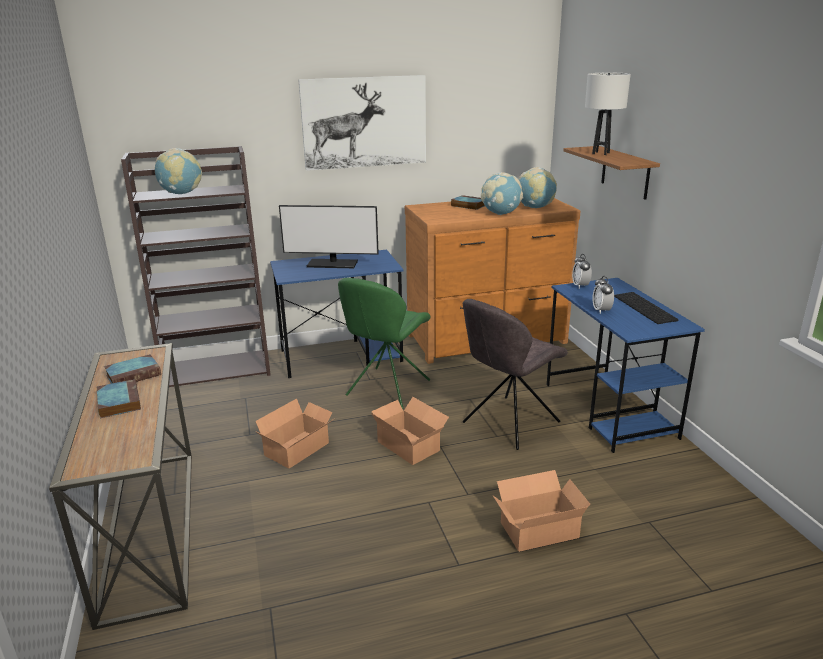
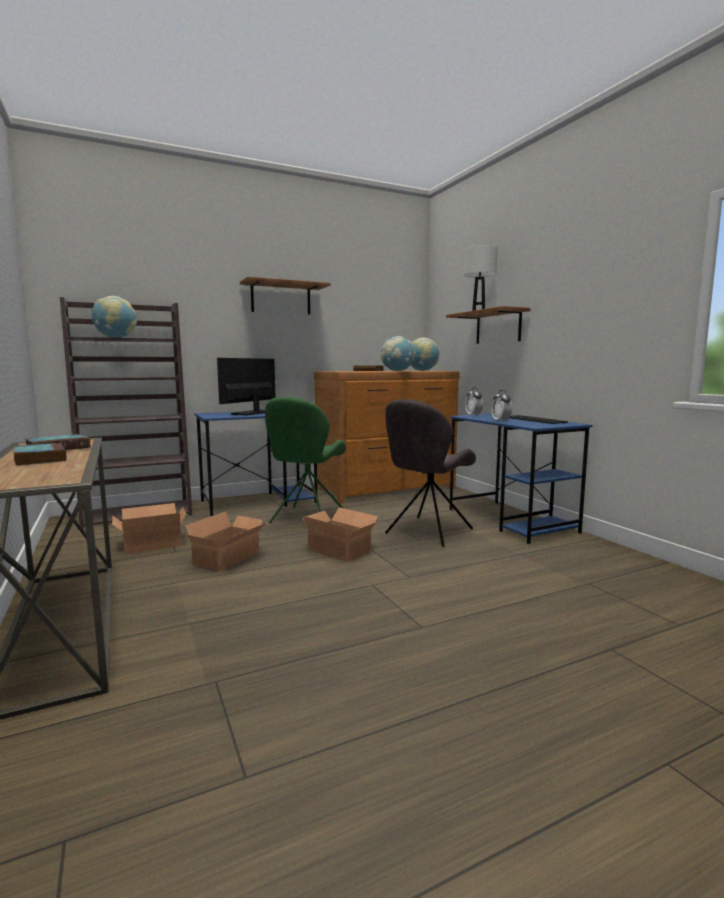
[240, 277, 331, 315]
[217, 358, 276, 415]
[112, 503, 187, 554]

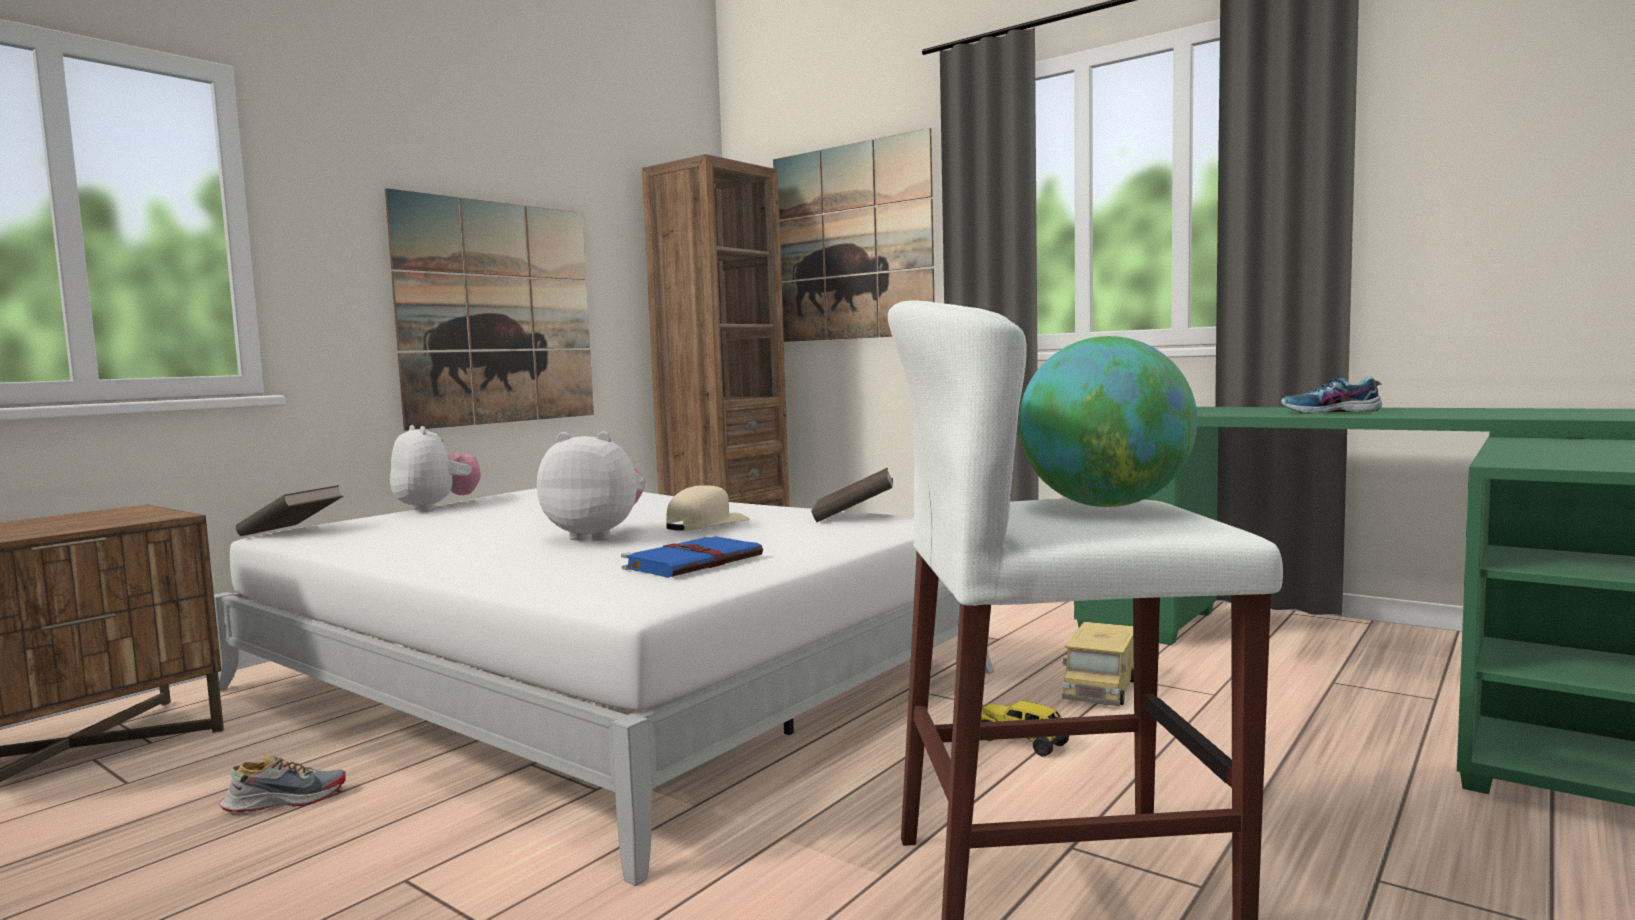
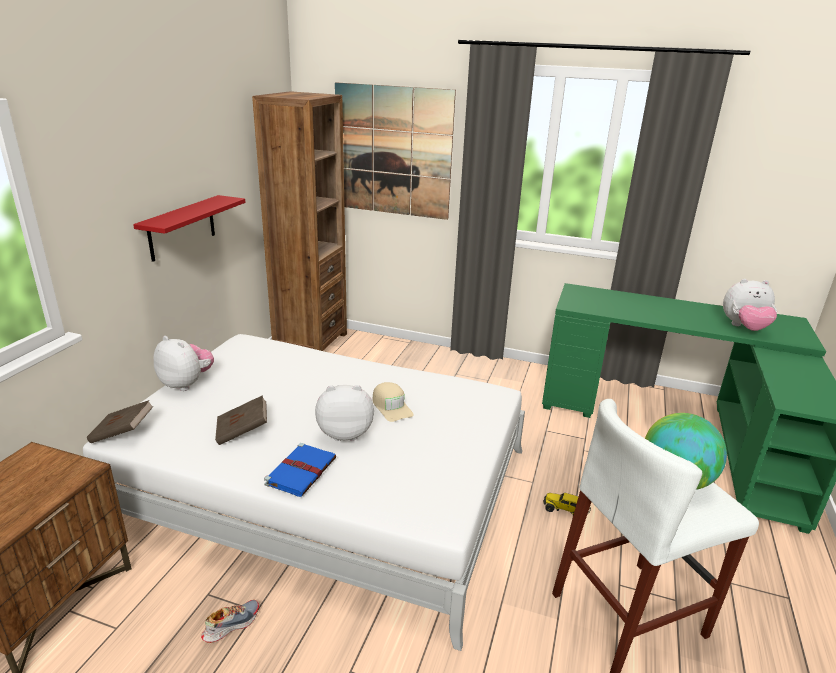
[133, 195, 245, 262]
[1281, 374, 1382, 414] (first image)
[215, 395, 267, 445]
[372, 382, 414, 422]
[264, 443, 336, 497]
[1062, 622, 1134, 706] (first image)
[723, 279, 777, 331]

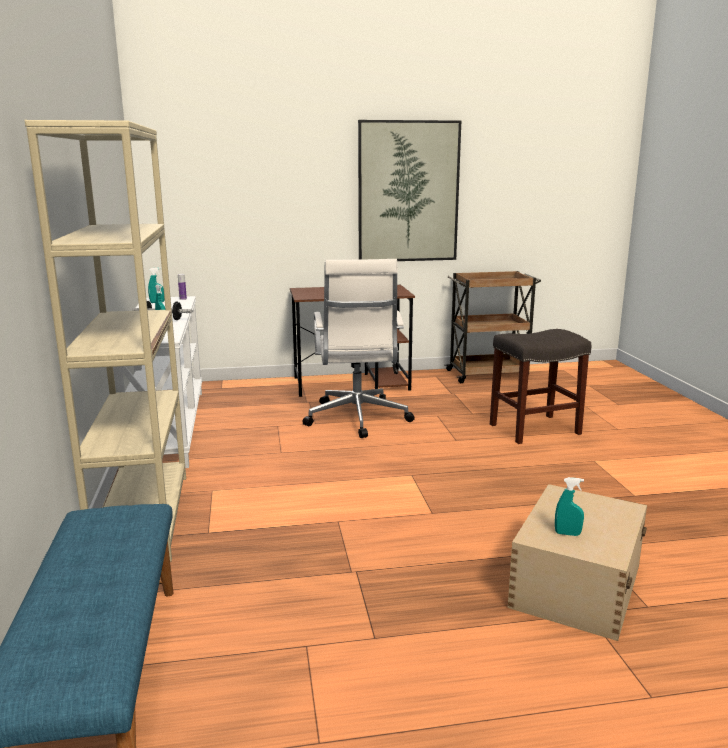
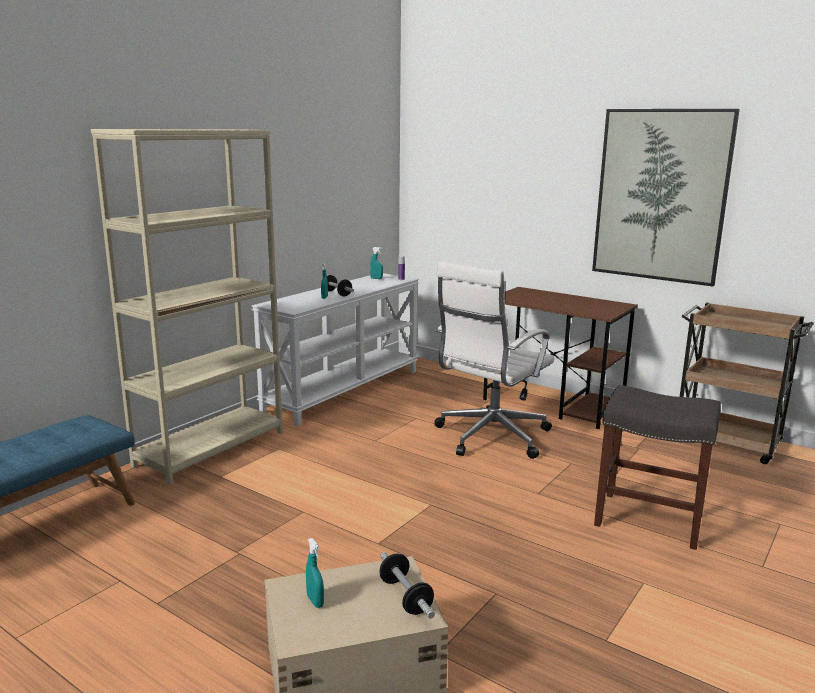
[379, 552, 435, 619]

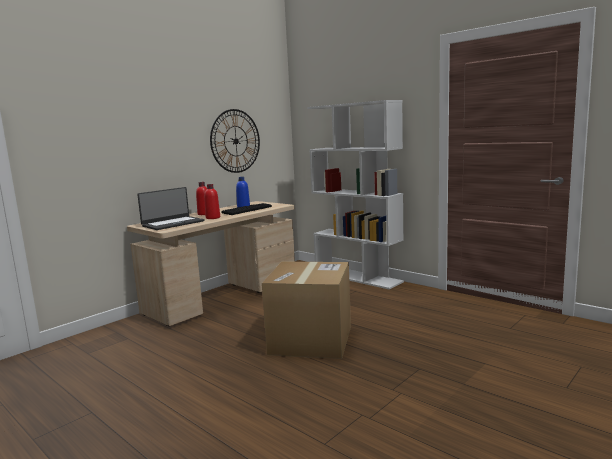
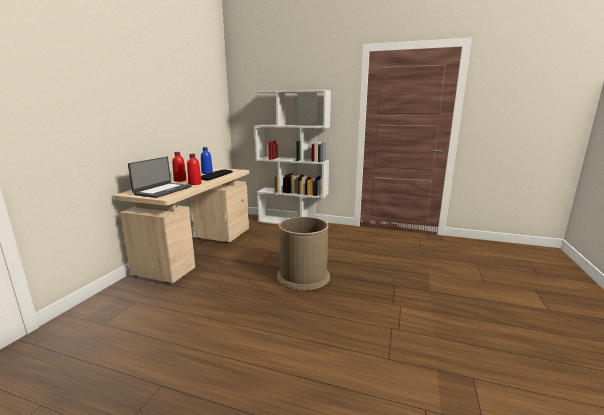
[210, 109, 260, 173] (first image)
[277, 217, 330, 291]

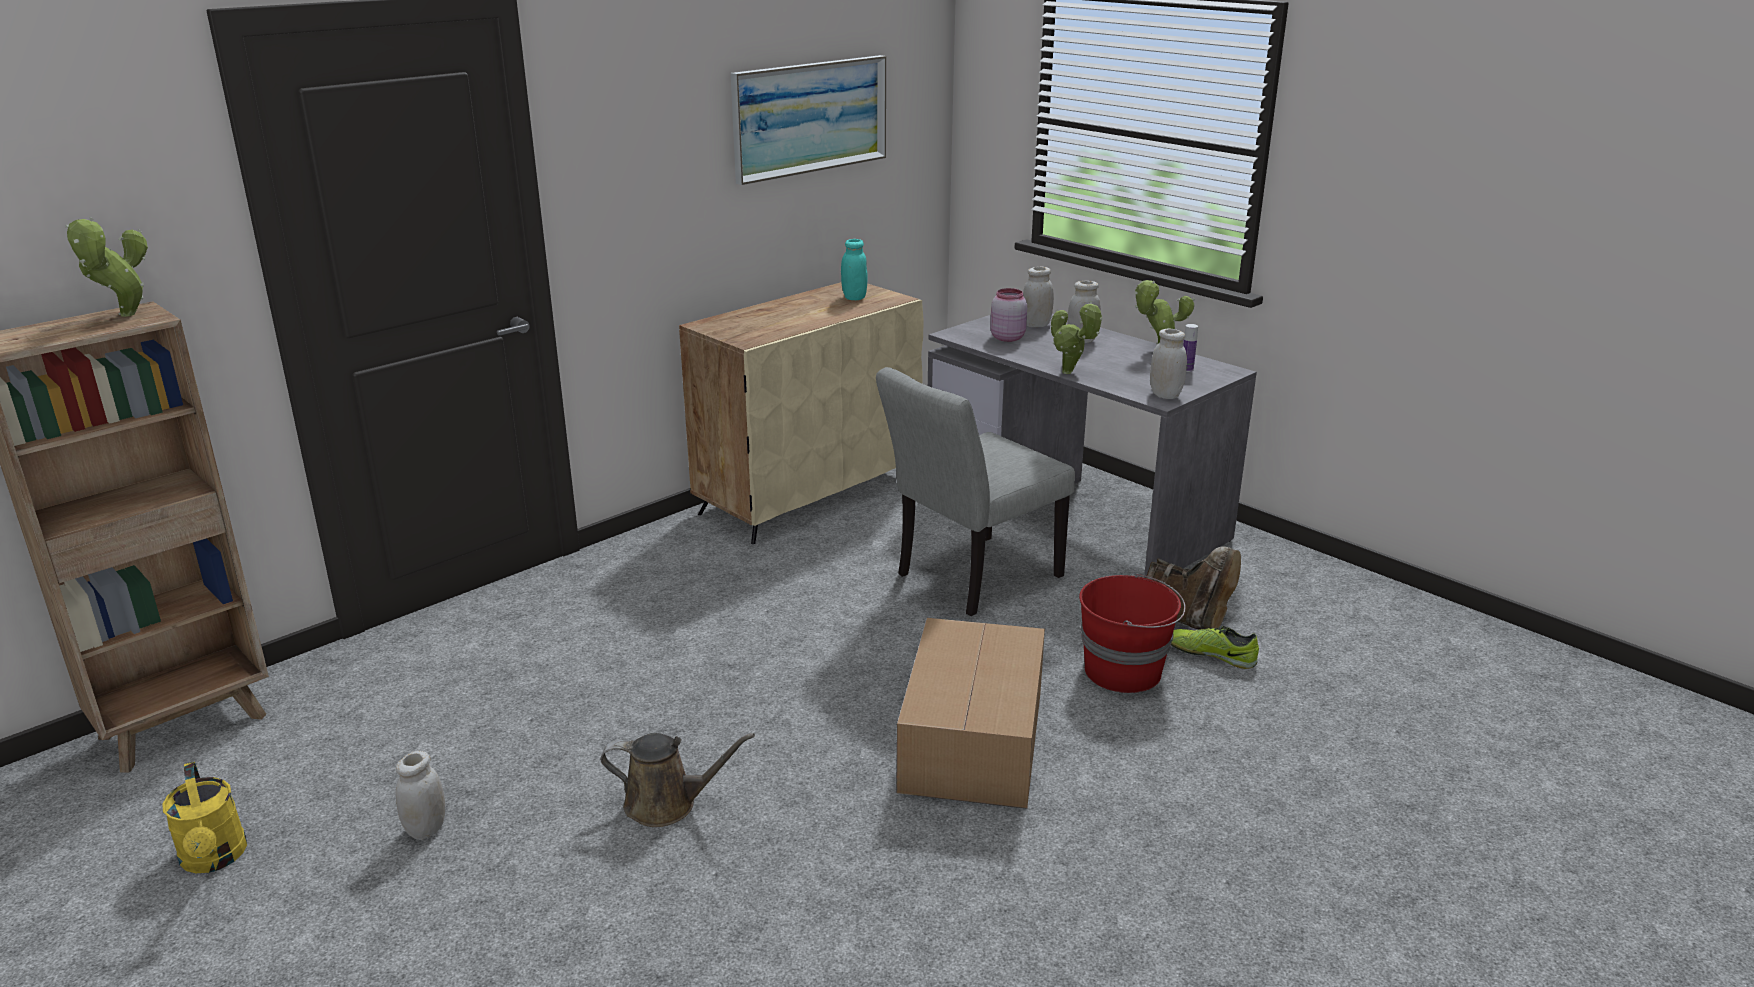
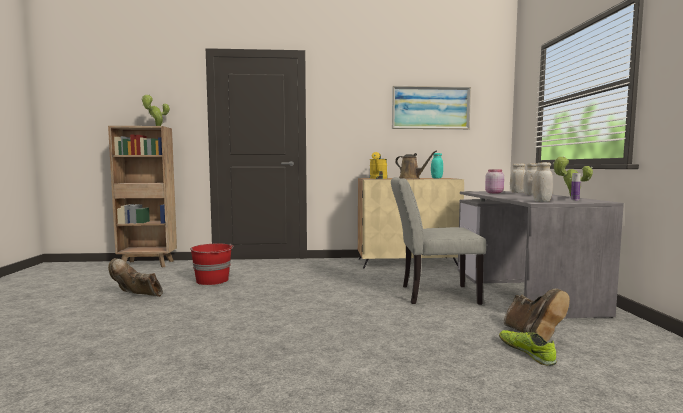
[1051, 301, 1103, 374] (first image)
[190, 244, 233, 285]
[896, 618, 1045, 809] (first image)
[395, 150, 437, 179]
[108, 258, 163, 297]
[370, 152, 387, 179]

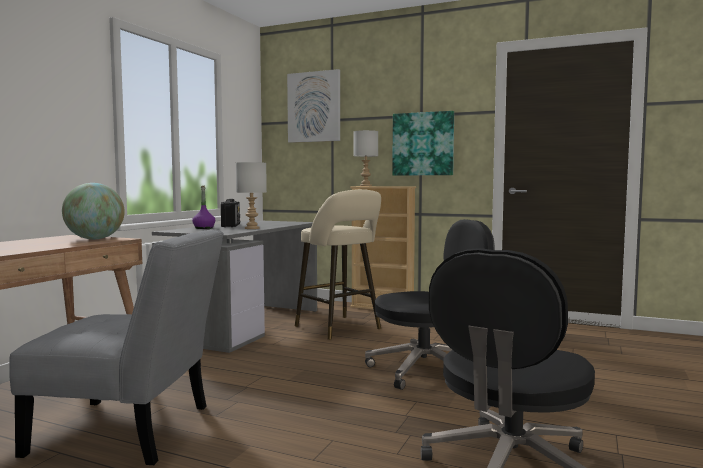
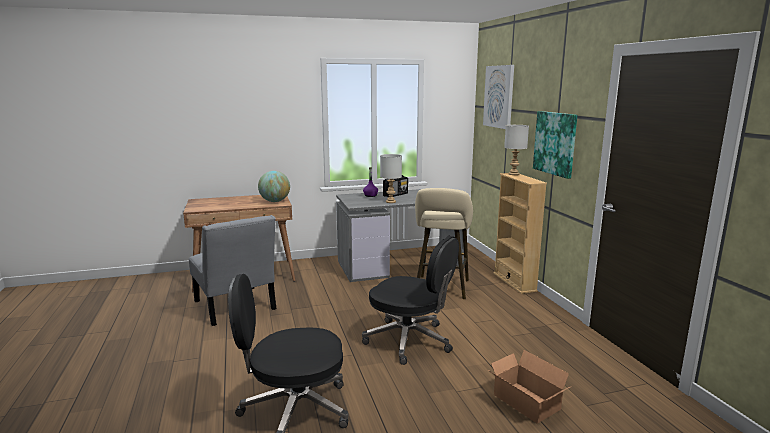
[487, 350, 572, 423]

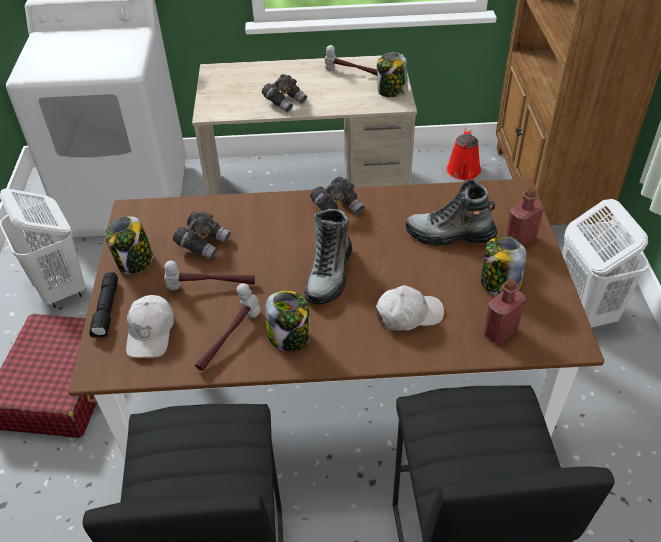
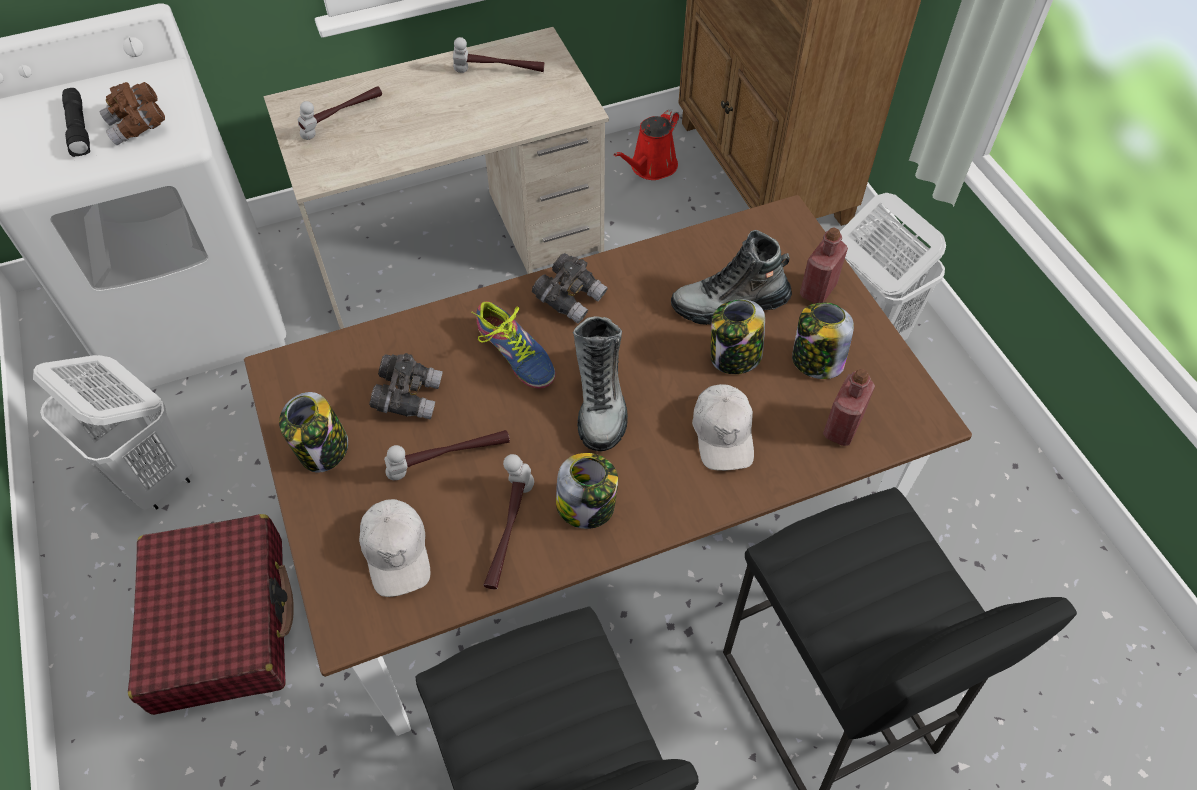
[711, 299, 765, 374]
[262, 74, 307, 112] (first image)
[614, 109, 679, 180]
[62, 88, 90, 157]
[692, 384, 754, 471]
[100, 82, 165, 145]
[298, 86, 382, 140]
[472, 301, 556, 389]

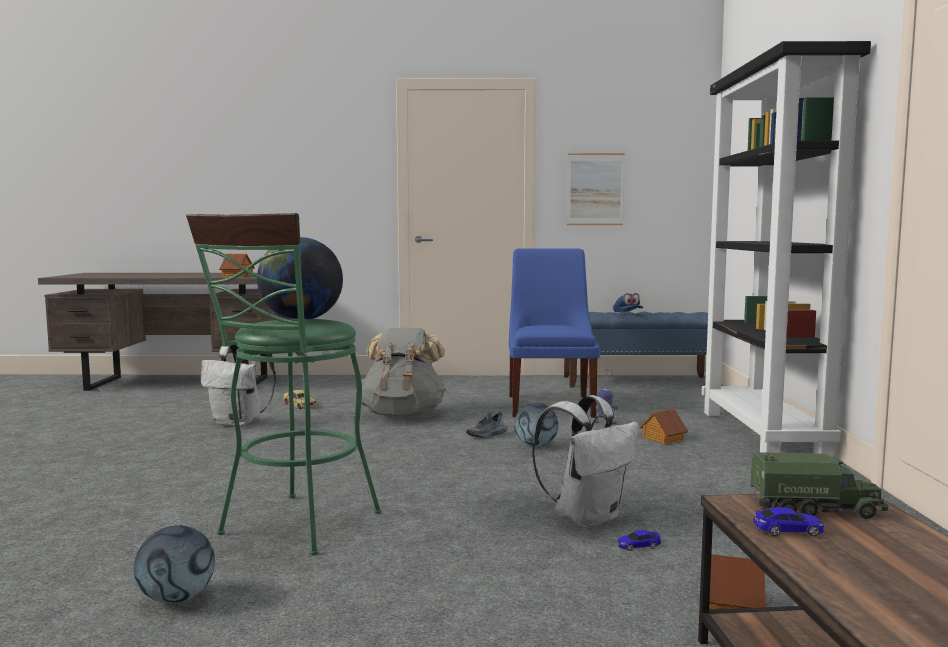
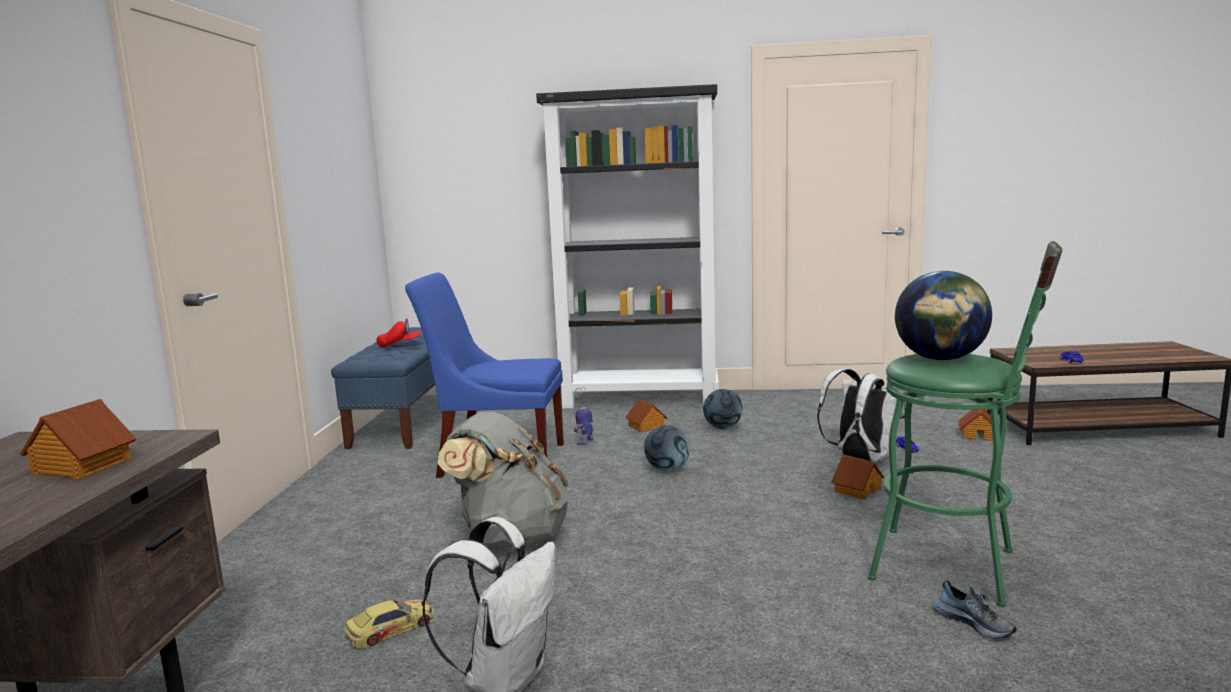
[567, 153, 625, 225] (first image)
[376, 318, 422, 347]
[933, 580, 1017, 638]
[750, 452, 889, 519] (first image)
[703, 389, 743, 429]
[831, 455, 884, 500]

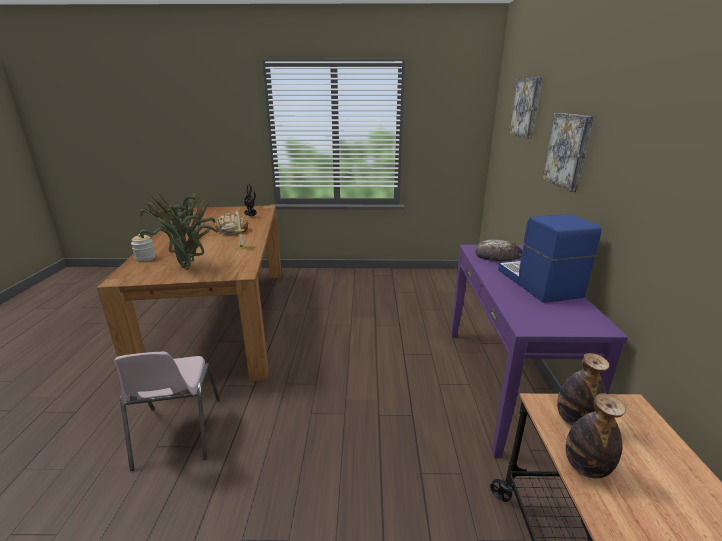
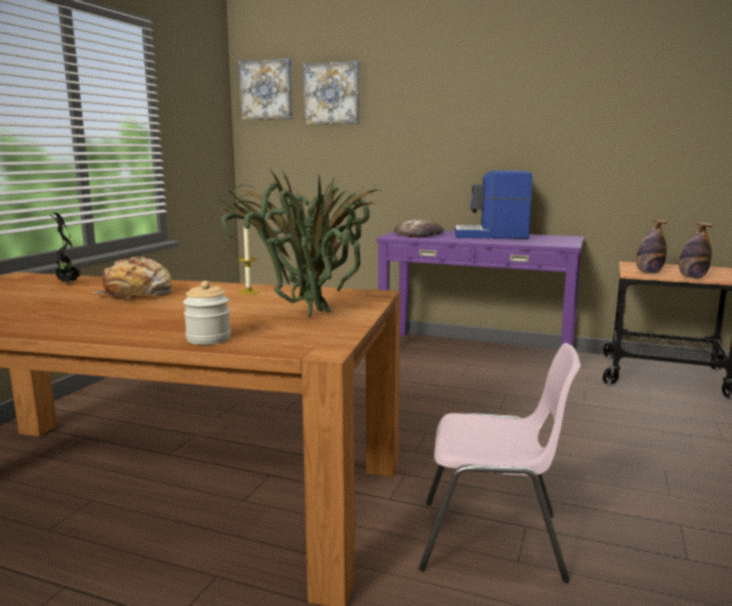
[238, 58, 293, 120]

